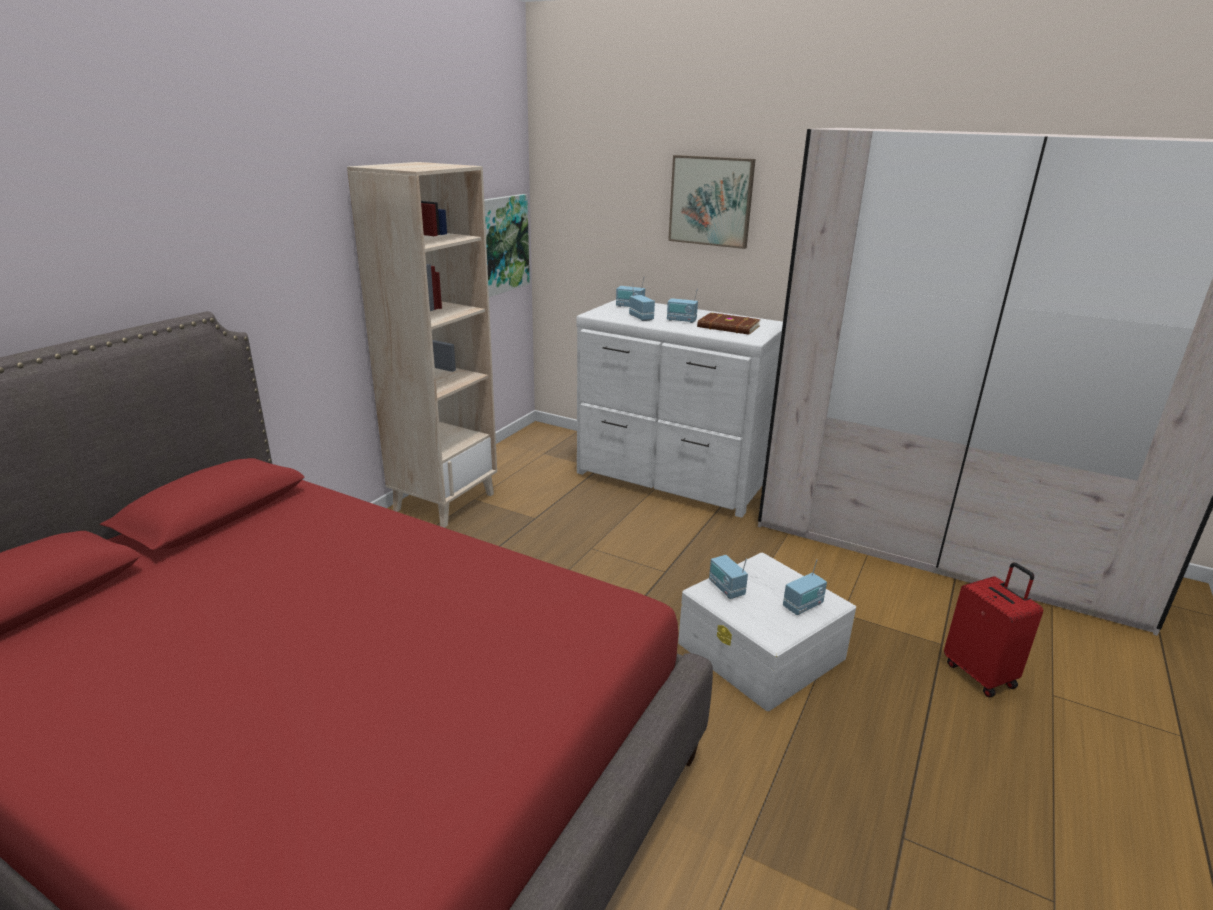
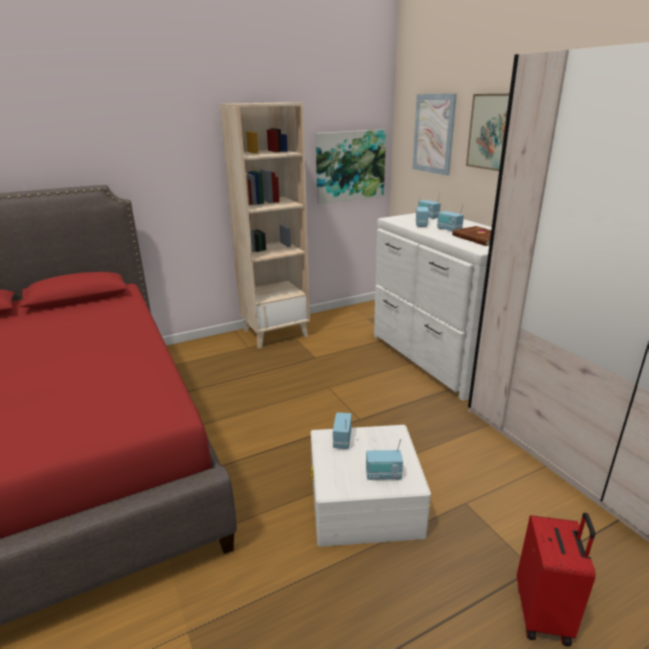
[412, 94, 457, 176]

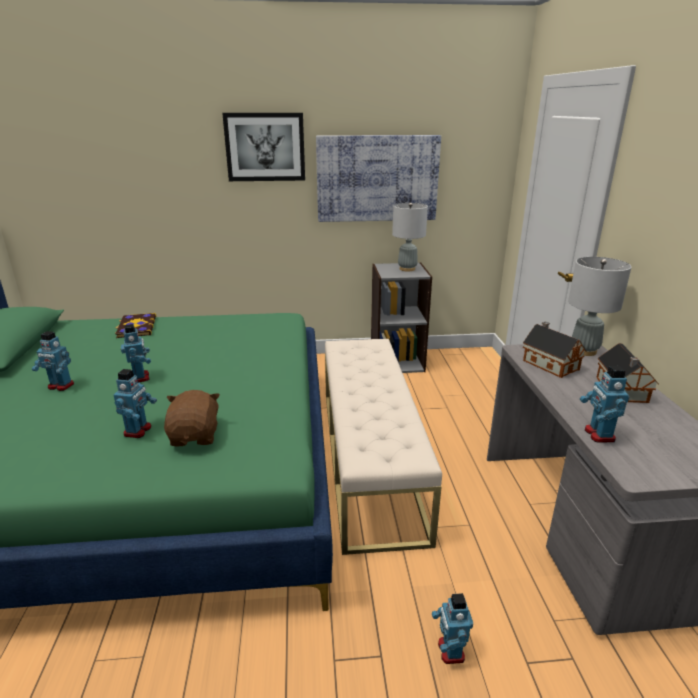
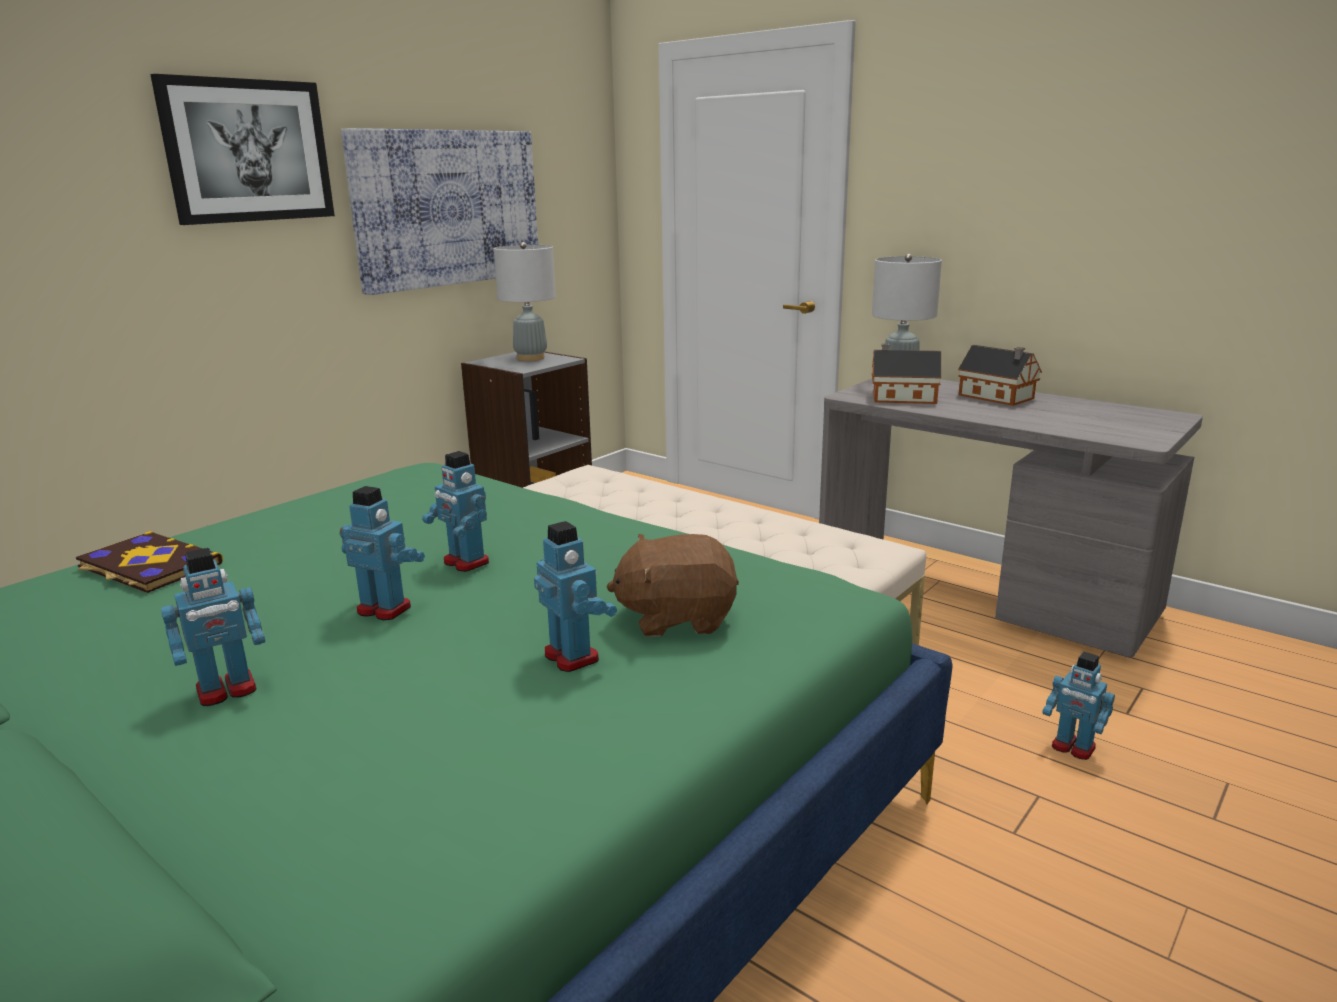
[422, 451, 489, 572]
[607, 534, 739, 637]

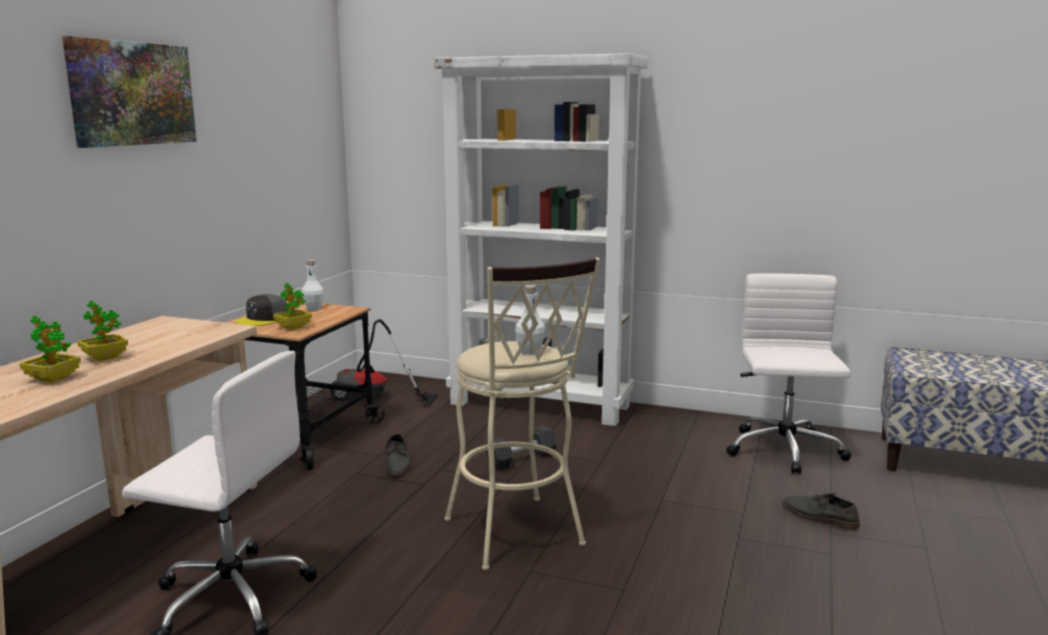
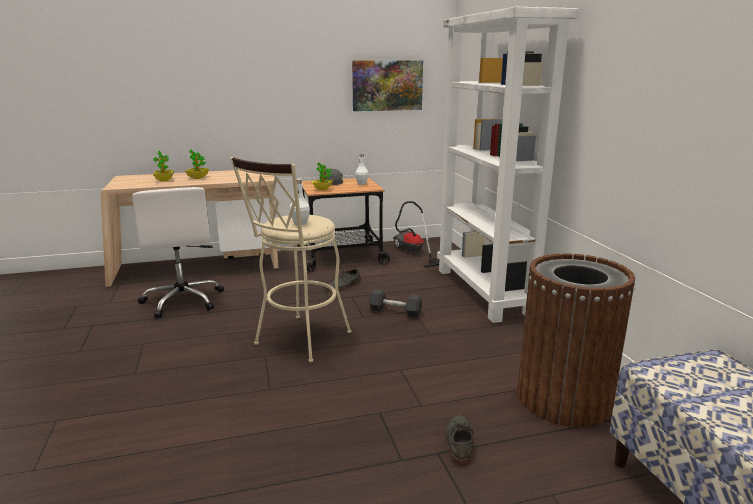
[352, 60, 423, 111]
[517, 253, 635, 427]

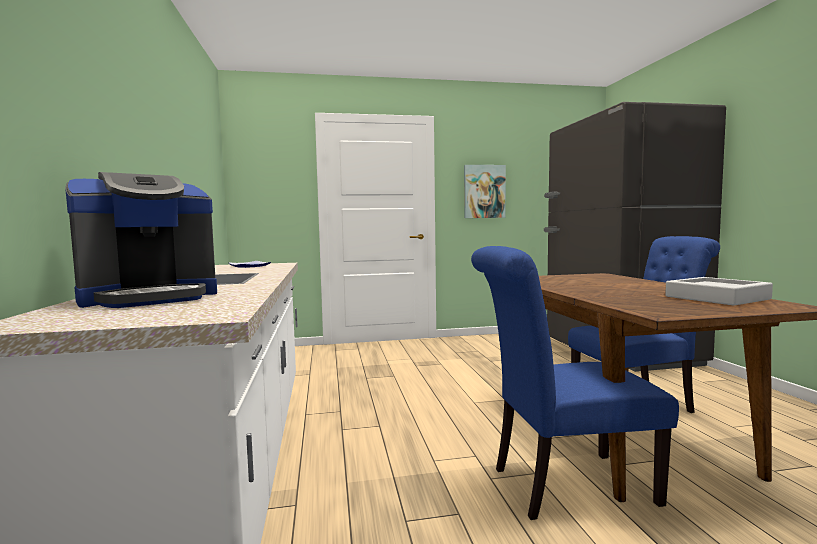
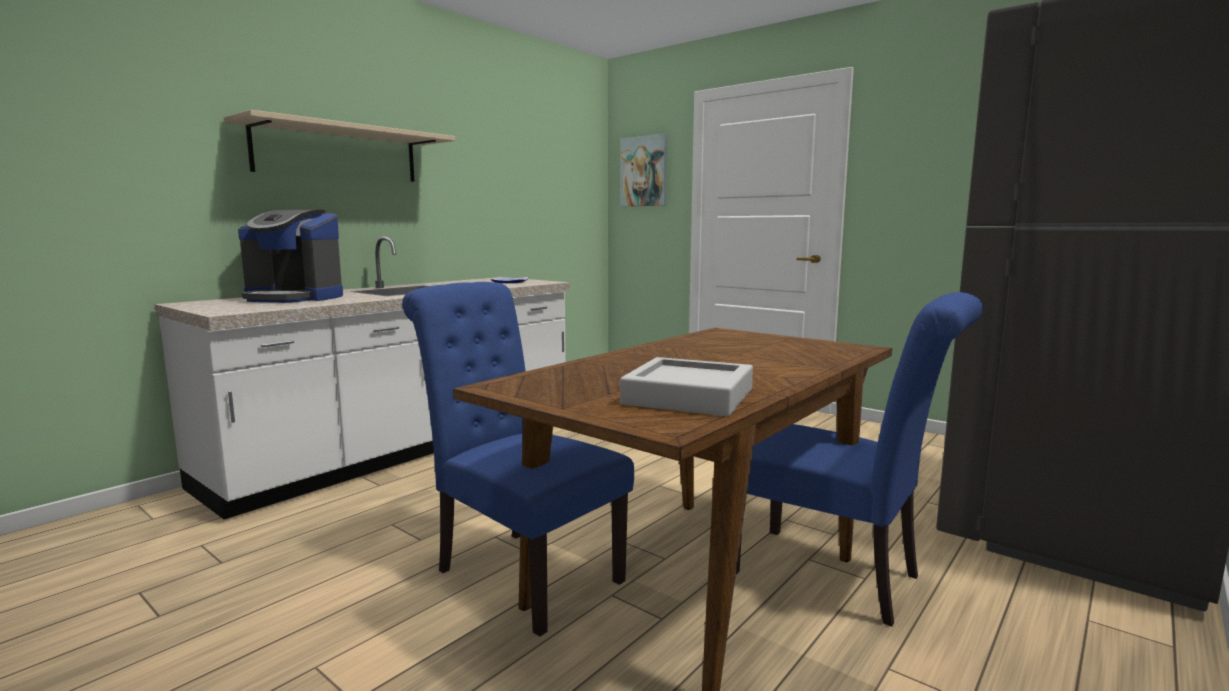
[620, 134, 667, 207]
[224, 110, 455, 182]

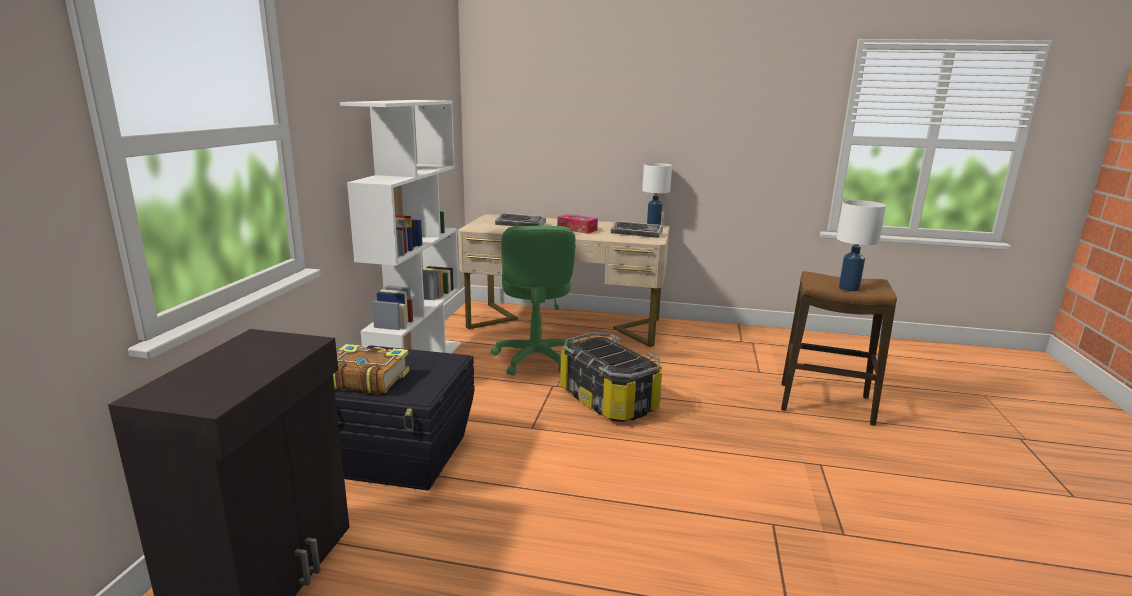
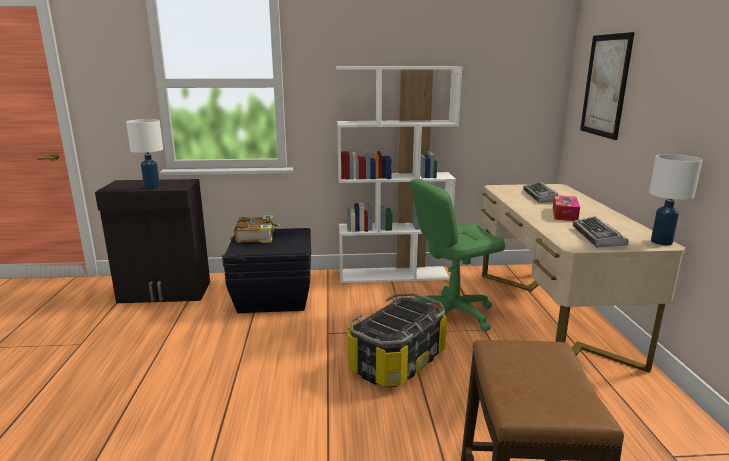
[126, 119, 163, 190]
[580, 32, 635, 140]

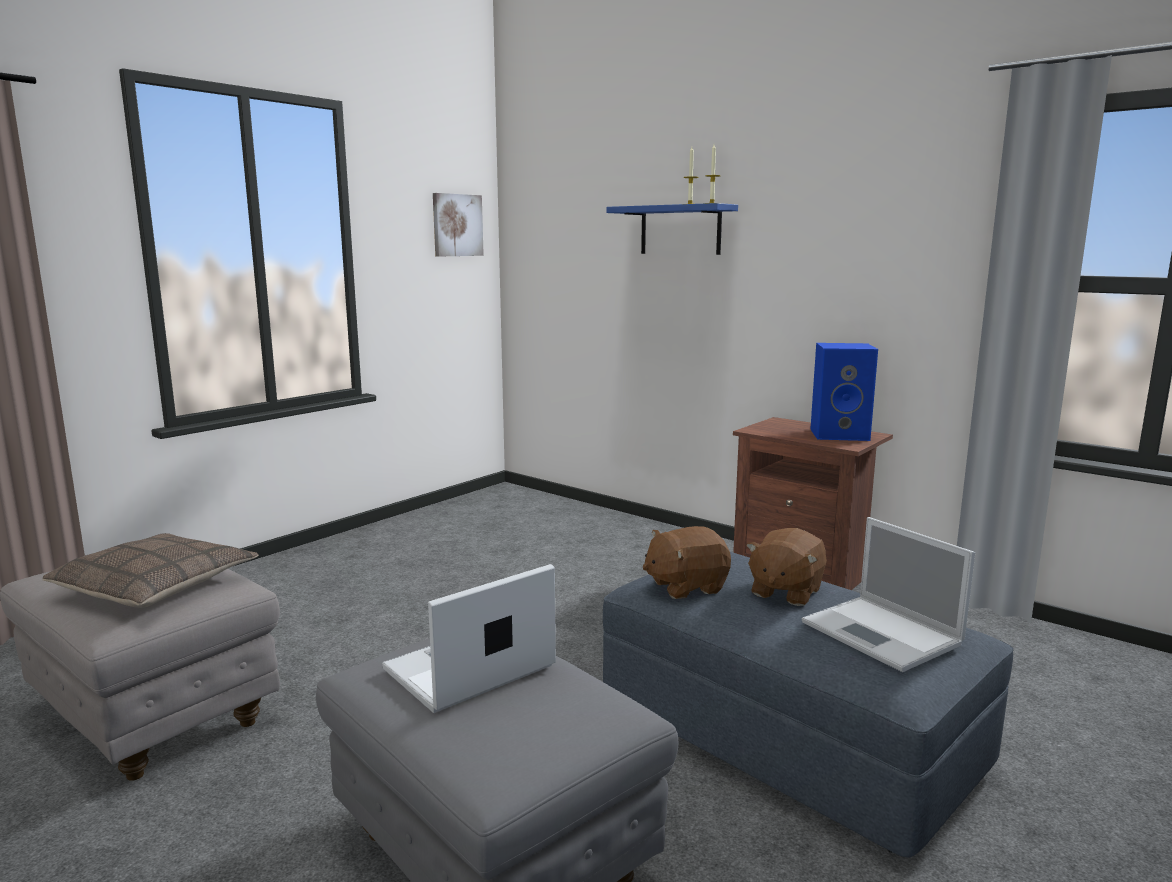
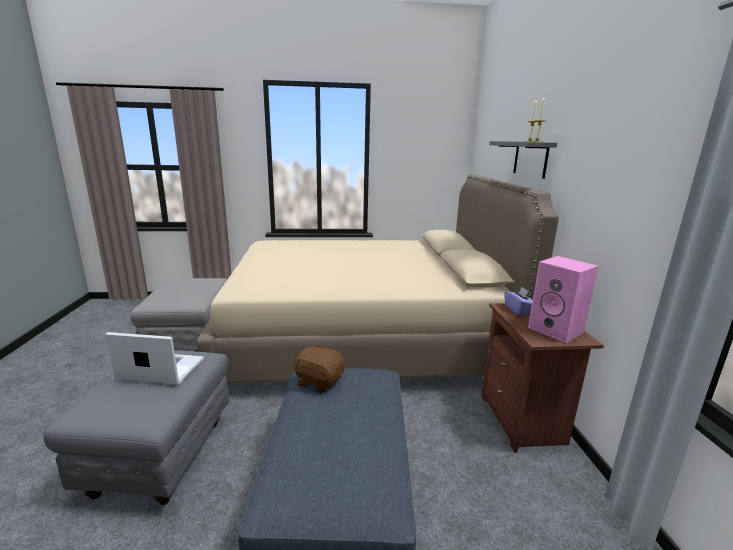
[433, 193, 484, 257] (first image)
[489, 141, 557, 179]
[528, 256, 598, 343]
[802, 517, 975, 672] (first image)
[746, 528, 827, 606] (first image)
[42, 533, 259, 608] (first image)
[197, 175, 559, 383]
[504, 287, 533, 316]

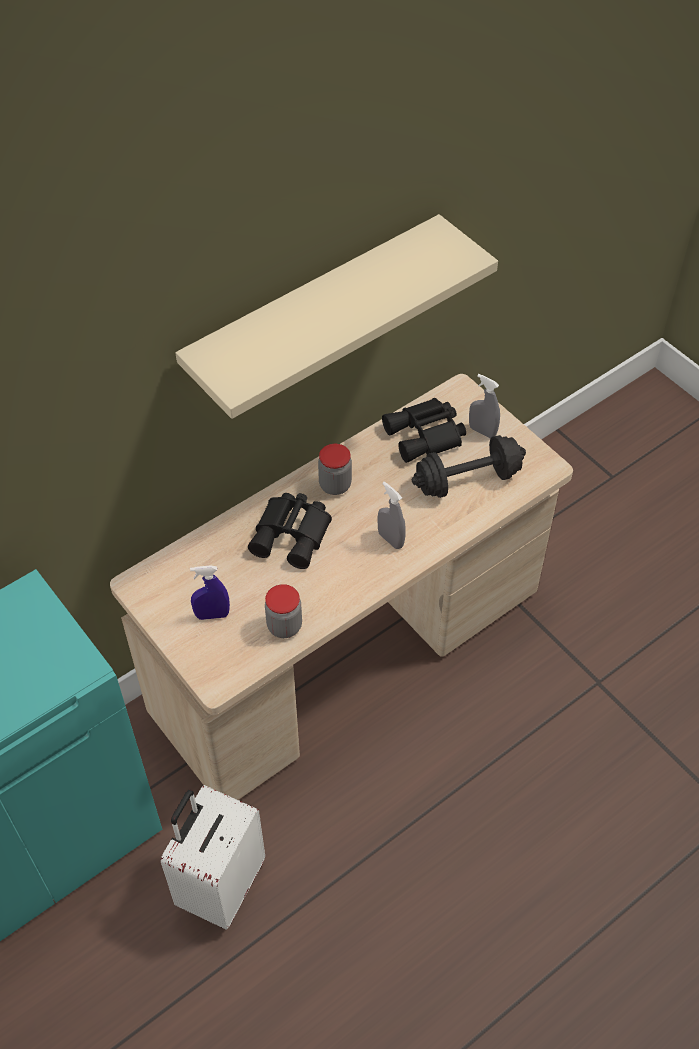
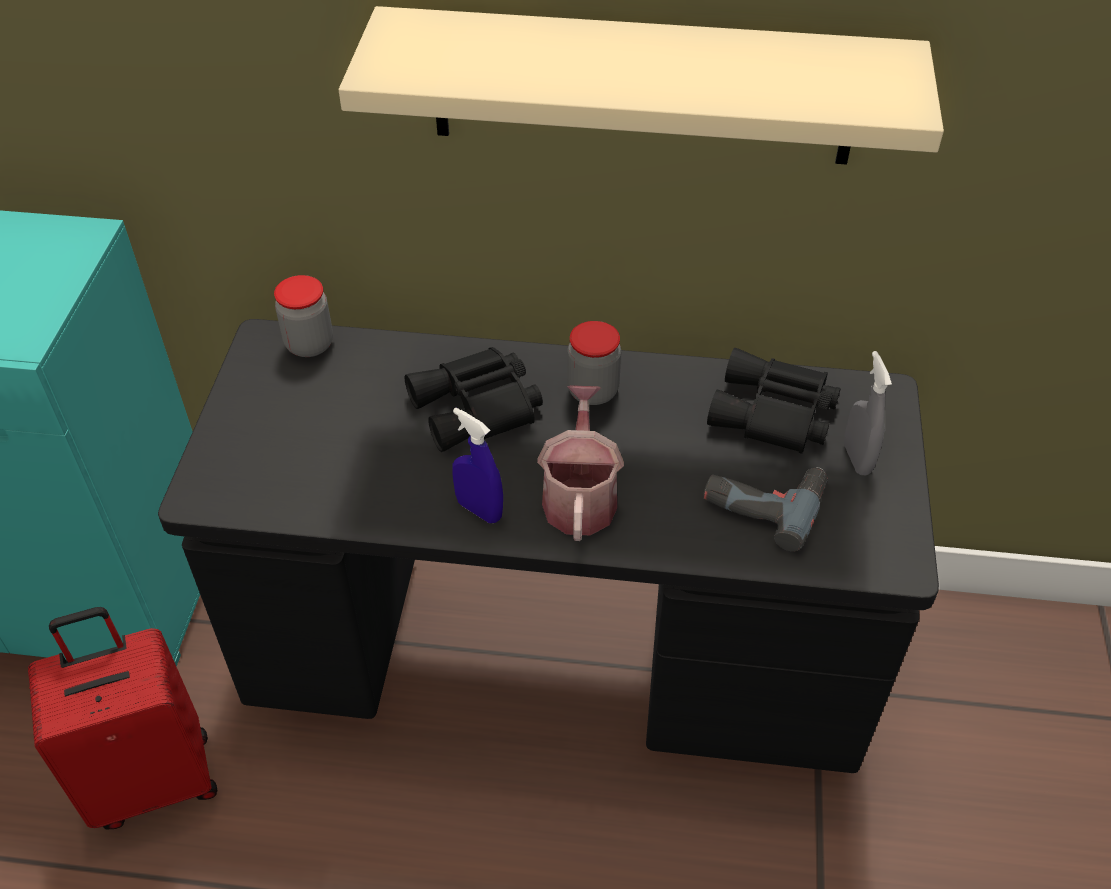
[158, 319, 939, 773]
[703, 467, 828, 552]
[537, 385, 624, 541]
[452, 407, 503, 523]
[274, 275, 333, 357]
[28, 607, 217, 830]

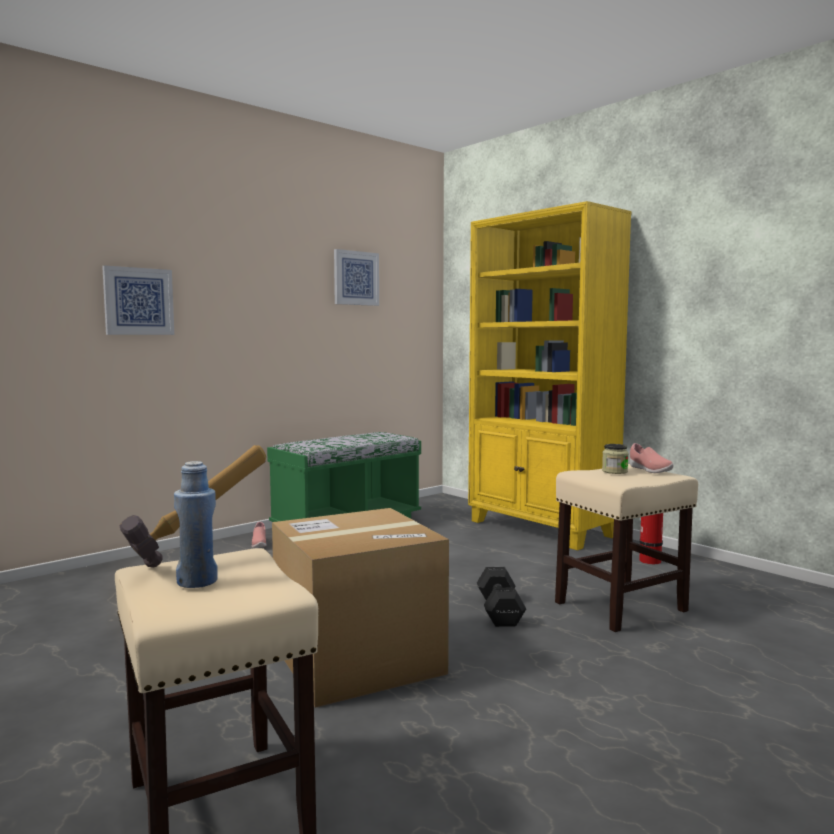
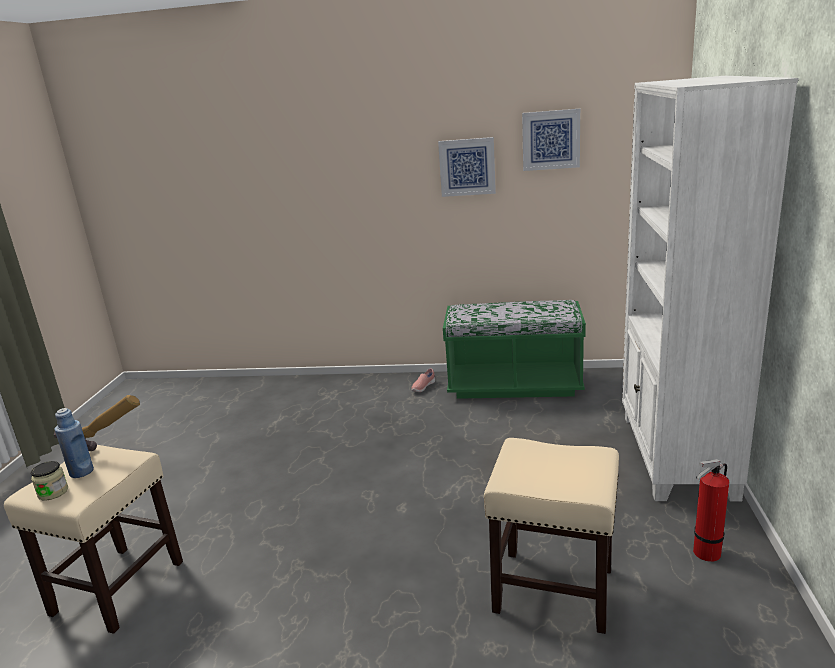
[622, 76, 798, 502]
[438, 137, 496, 197]
[629, 443, 674, 473] (first image)
[31, 461, 68, 501]
[272, 508, 449, 708] (first image)
[477, 567, 526, 627] (first image)

